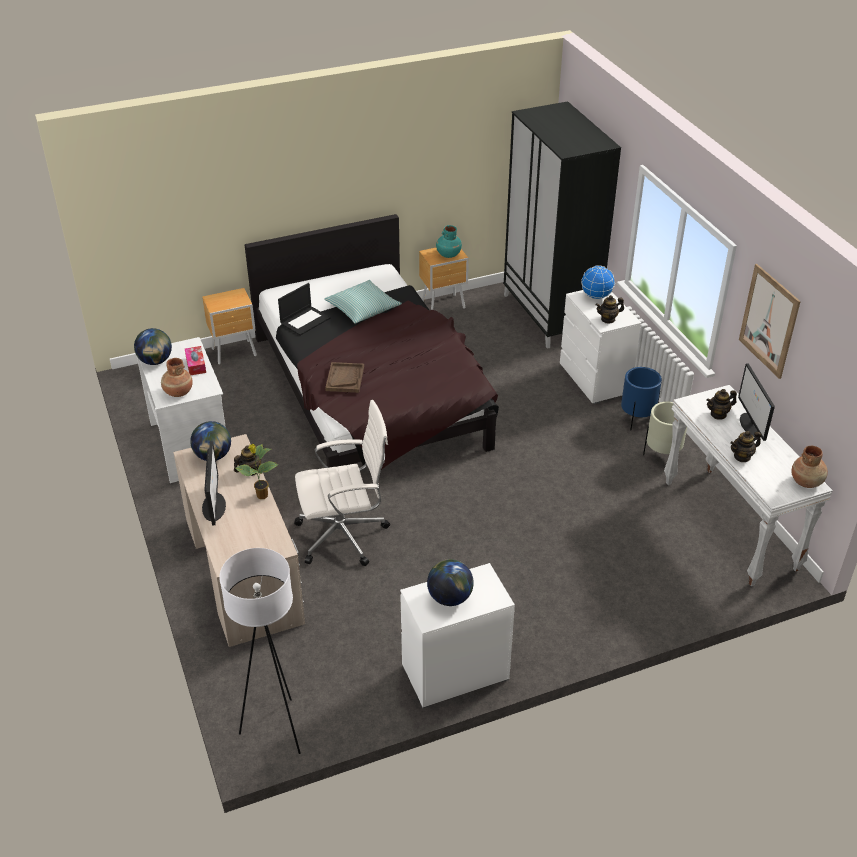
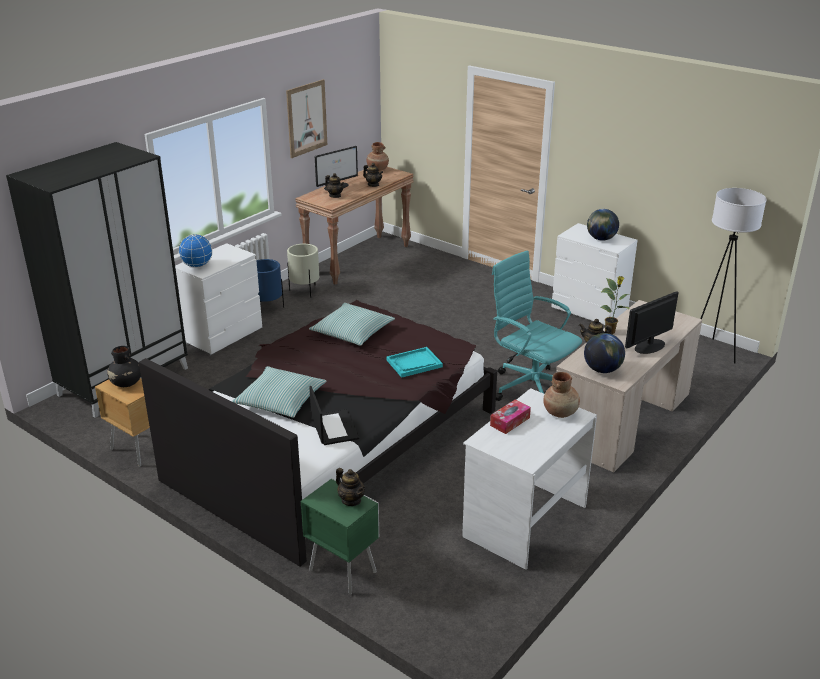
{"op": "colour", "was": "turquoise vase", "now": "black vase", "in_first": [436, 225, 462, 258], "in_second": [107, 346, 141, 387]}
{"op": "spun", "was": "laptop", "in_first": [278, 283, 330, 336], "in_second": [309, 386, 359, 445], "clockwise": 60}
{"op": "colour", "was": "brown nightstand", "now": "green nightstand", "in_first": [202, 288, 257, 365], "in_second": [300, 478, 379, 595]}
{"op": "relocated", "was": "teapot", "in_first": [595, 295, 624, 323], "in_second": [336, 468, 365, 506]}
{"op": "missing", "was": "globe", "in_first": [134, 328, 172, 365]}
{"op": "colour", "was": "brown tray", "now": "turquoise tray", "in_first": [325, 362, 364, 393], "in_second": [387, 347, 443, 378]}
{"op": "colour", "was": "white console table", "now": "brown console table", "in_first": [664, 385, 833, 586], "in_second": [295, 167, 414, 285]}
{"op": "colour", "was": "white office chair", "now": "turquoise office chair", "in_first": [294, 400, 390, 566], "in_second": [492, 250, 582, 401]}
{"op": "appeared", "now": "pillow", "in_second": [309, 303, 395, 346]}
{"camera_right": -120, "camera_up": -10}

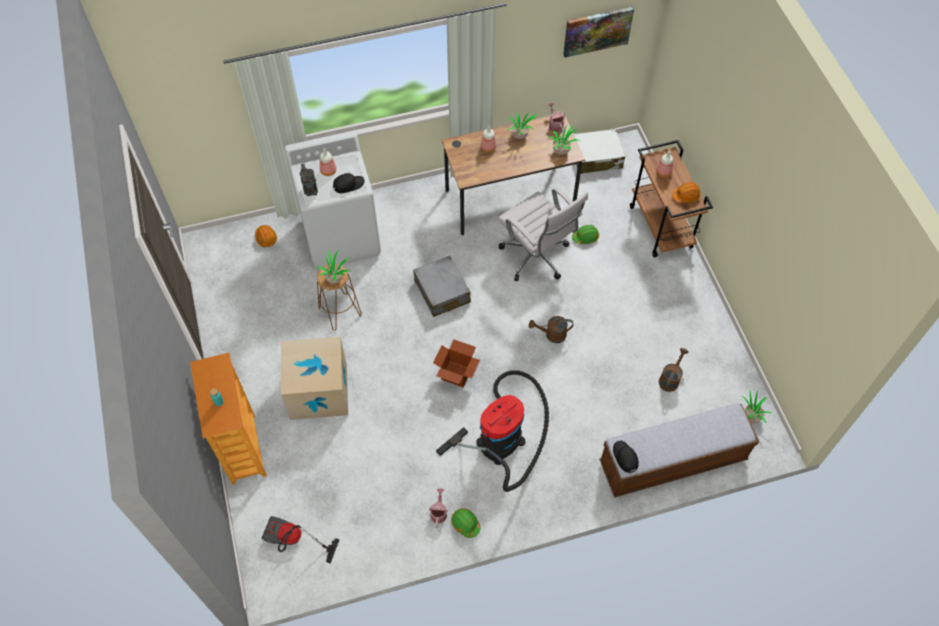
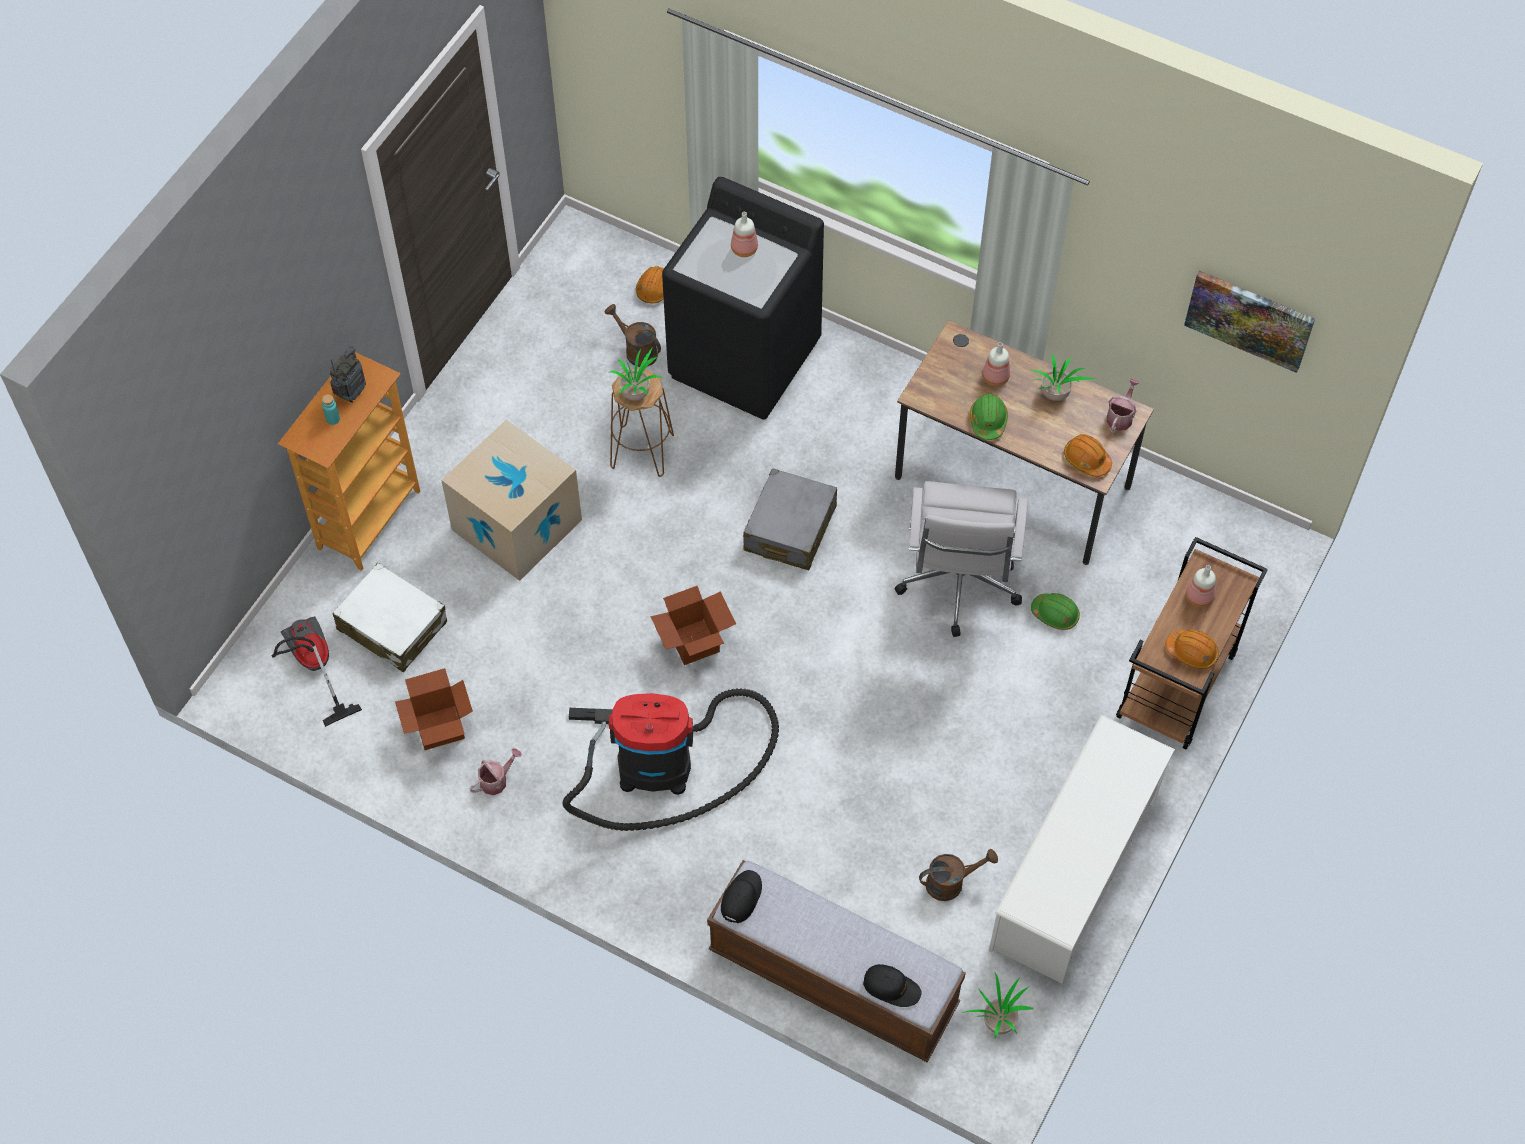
{"op": "exchanged", "was": "potted plant", "now": "orange hard hat", "in_first": [550, 125, 581, 155], "in_second": [1064, 434, 1112, 477]}
{"op": "relocated", "was": "white suitcase", "in_first": [574, 129, 625, 174], "in_second": [333, 563, 447, 672]}
{"op": "colour", "was": "white washing machine", "now": "black washing machine", "in_first": [284, 131, 381, 270], "in_second": [662, 177, 824, 420]}
{"op": "relocated", "was": "radio", "in_first": [300, 164, 318, 196], "in_second": [329, 346, 366, 403]}
{"op": "relocated", "was": "black cap", "in_first": [333, 173, 365, 193], "in_second": [863, 964, 922, 1007]}
{"op": "relocated", "was": "brown watering can", "in_first": [529, 316, 573, 343], "in_second": [605, 304, 661, 367]}
{"op": "relocated", "was": "green hard hat", "in_first": [451, 508, 481, 538], "in_second": [970, 394, 1008, 440]}
{"op": "appeared", "now": "cardboard box", "in_second": [395, 668, 473, 750]}
{"op": "appeared", "now": "white shoe rack", "in_second": [989, 715, 1175, 983]}
{"camera_right": 45, "camera_up": 0}

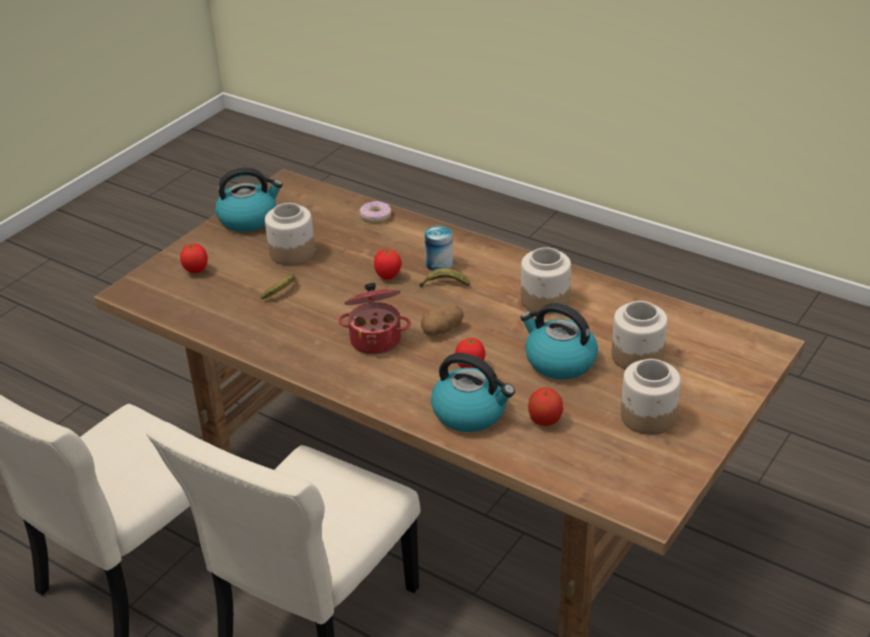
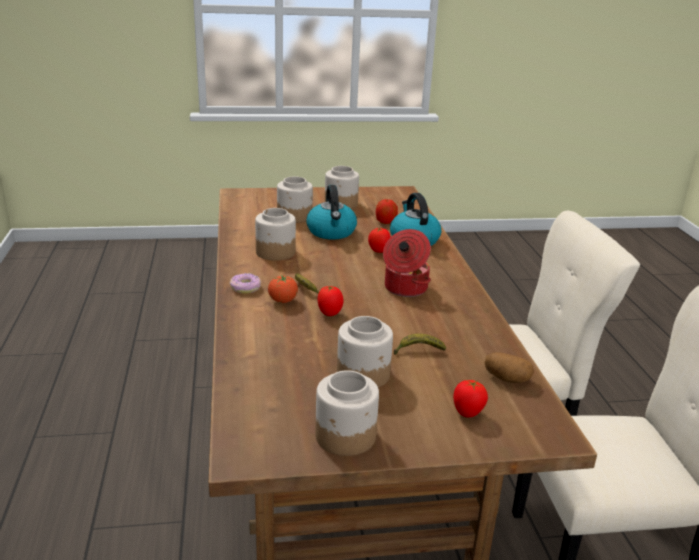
{"op": "exchanged", "was": "kettle", "now": "jar", "in_first": [215, 167, 283, 232], "in_second": [315, 370, 379, 456]}
{"op": "relocated", "was": "donut", "in_first": [360, 201, 392, 223], "in_second": [230, 273, 261, 294]}
{"op": "exchanged", "was": "can", "now": "tomato", "in_first": [424, 226, 453, 271], "in_second": [268, 275, 298, 303]}
{"op": "relocated", "was": "potato", "in_first": [421, 304, 463, 335], "in_second": [484, 352, 534, 383]}
{"camera_right": -135, "camera_up": -10}

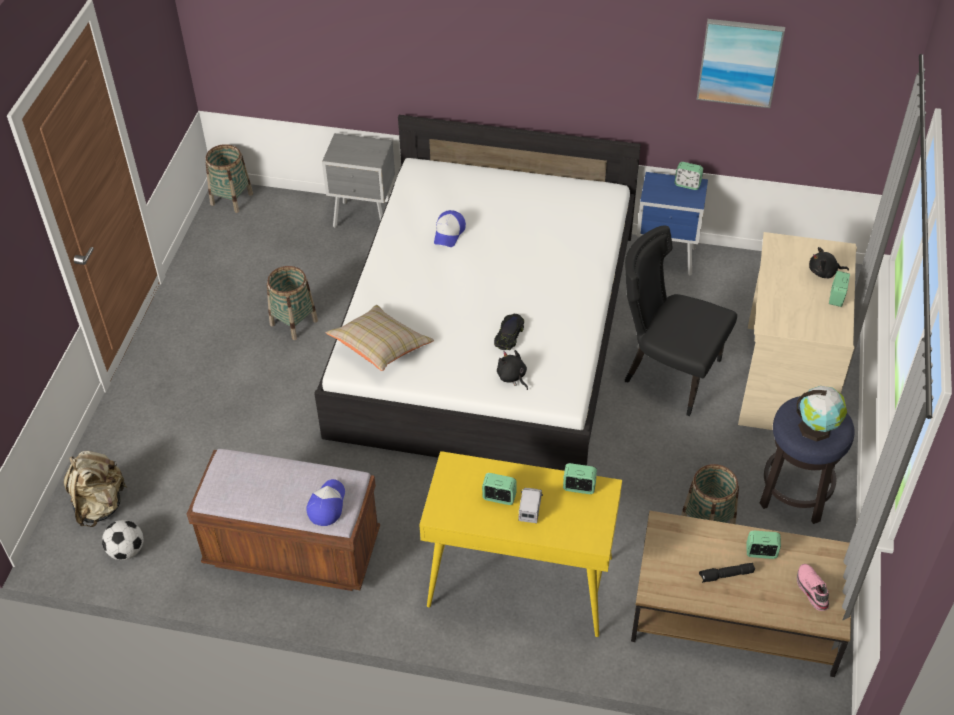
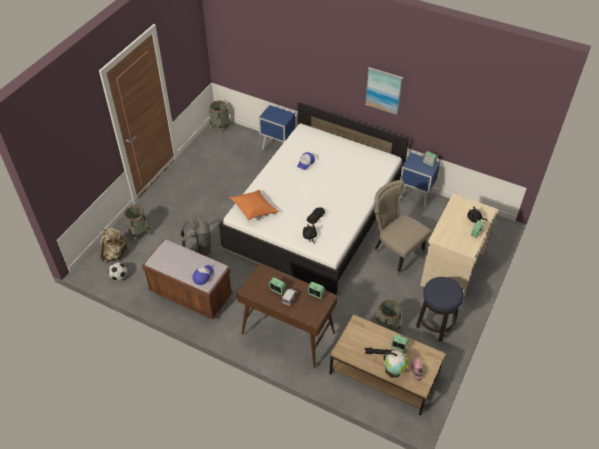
{"op": "relocated", "was": "picture", "in_first": [696, 19, 785, 108], "in_second": [365, 67, 403, 115]}
{"op": "colour", "was": "grey nightstand", "now": "blue nightstand", "in_first": [322, 133, 395, 228], "in_second": [259, 105, 295, 150]}
{"op": "colour", "was": "black chair", "now": "beige chair", "in_first": [625, 225, 737, 416], "in_second": [373, 180, 432, 276]}
{"op": "relocated", "was": "basket", "in_first": [267, 266, 318, 340], "in_second": [124, 205, 151, 242]}
{"op": "colour", "was": "beige pillow", "now": "orange pillow", "in_first": [326, 305, 434, 371], "in_second": [229, 190, 279, 221]}
{"op": "relocated", "was": "globe", "in_first": [797, 386, 847, 442], "in_second": [384, 350, 408, 378]}
{"op": "colour", "was": "yellow console table", "now": "brown console table", "in_first": [419, 451, 622, 637], "in_second": [237, 263, 338, 368]}
{"op": "appeared", "now": "grey backpack", "in_second": [181, 216, 211, 256]}
{"camera_right": 15, "camera_up": 0}

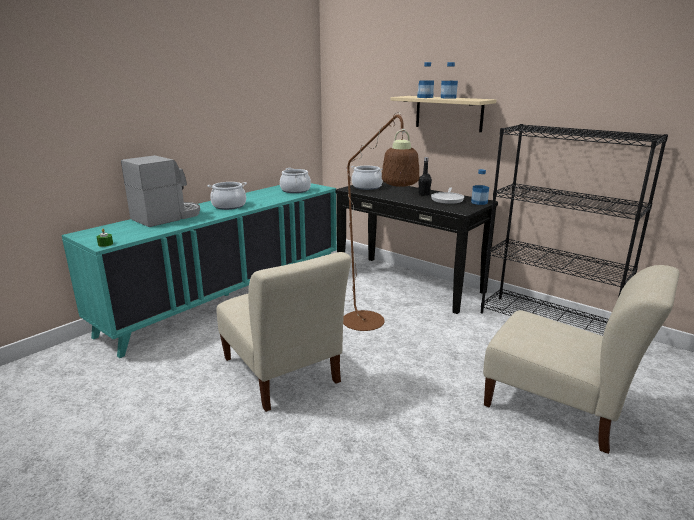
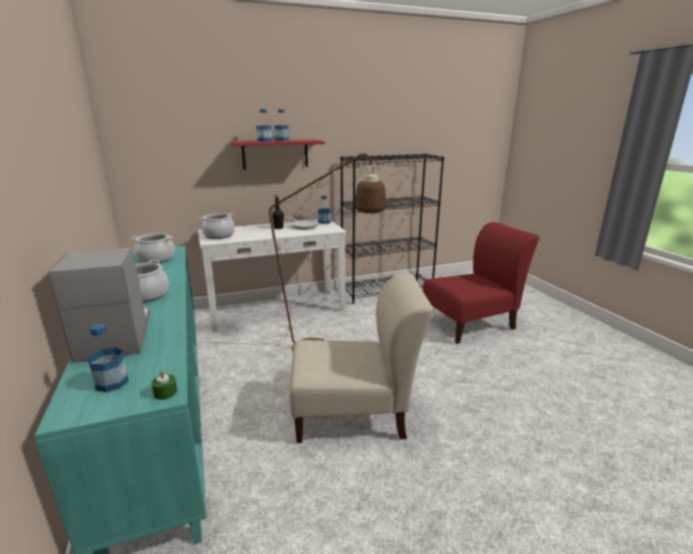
{"op": "colour", "was": "beige shelf", "now": "red shelf", "in_first": [390, 96, 497, 132], "in_second": [230, 139, 325, 169]}
{"op": "colour", "was": "black console table", "now": "white console table", "in_first": [335, 182, 498, 314], "in_second": [198, 220, 347, 332]}
{"op": "colour", "was": "beige chair", "now": "red chair", "in_first": [483, 265, 680, 454], "in_second": [423, 222, 539, 344]}
{"op": "appeared", "now": "bottle", "in_second": [88, 323, 129, 392]}
{"camera_right": -60, "camera_up": 0}

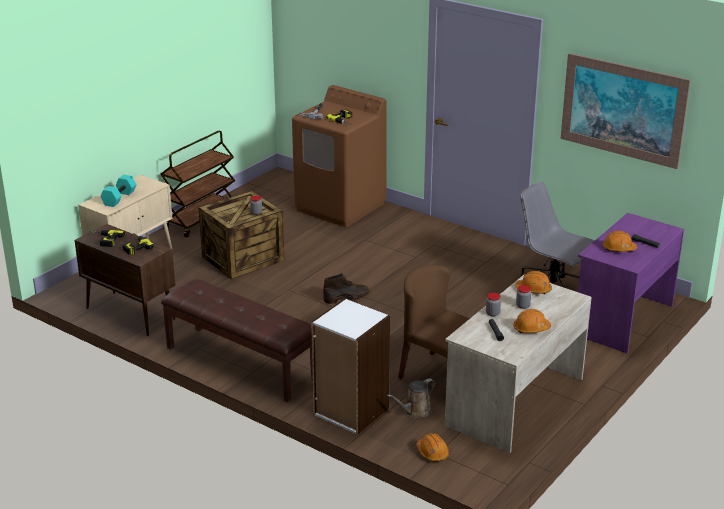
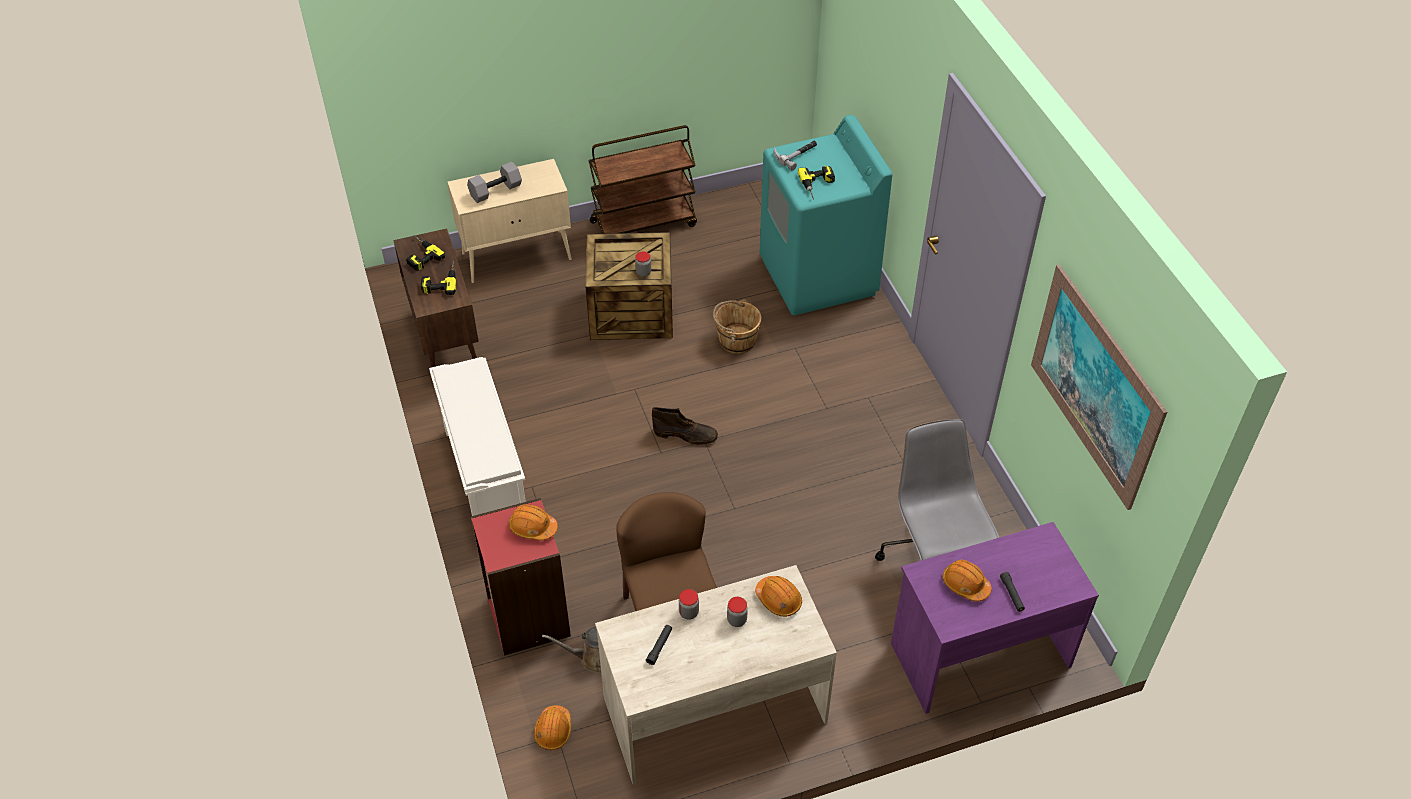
{"op": "colour", "was": "brown washing machine", "now": "turquoise washing machine", "in_first": [292, 85, 387, 227], "in_second": [760, 115, 892, 315]}
{"op": "colour", "was": "turquoise dumbbell", "now": "grey dumbbell", "in_first": [100, 175, 137, 207], "in_second": [467, 162, 522, 203]}
{"op": "exchanged", "was": "brown bench", "now": "white shoe rack", "in_first": [161, 279, 313, 402], "in_second": [429, 357, 526, 516]}
{"op": "colour", "was": "white bookcase", "now": "red bookcase", "in_first": [311, 298, 390, 435], "in_second": [471, 498, 571, 656]}
{"op": "relocated", "was": "orange hard hat", "in_first": [513, 309, 551, 333], "in_second": [509, 504, 558, 540]}
{"op": "appeared", "now": "brown bucket", "in_second": [713, 299, 761, 354]}
{"camera_right": 35, "camera_up": 20}

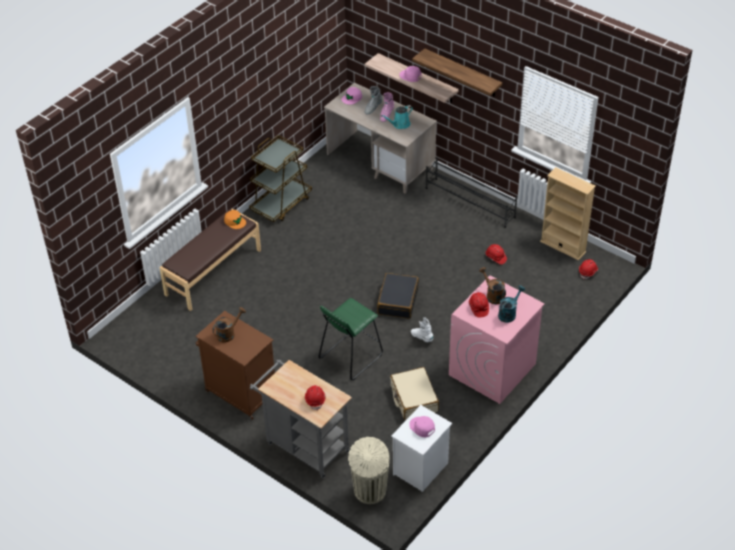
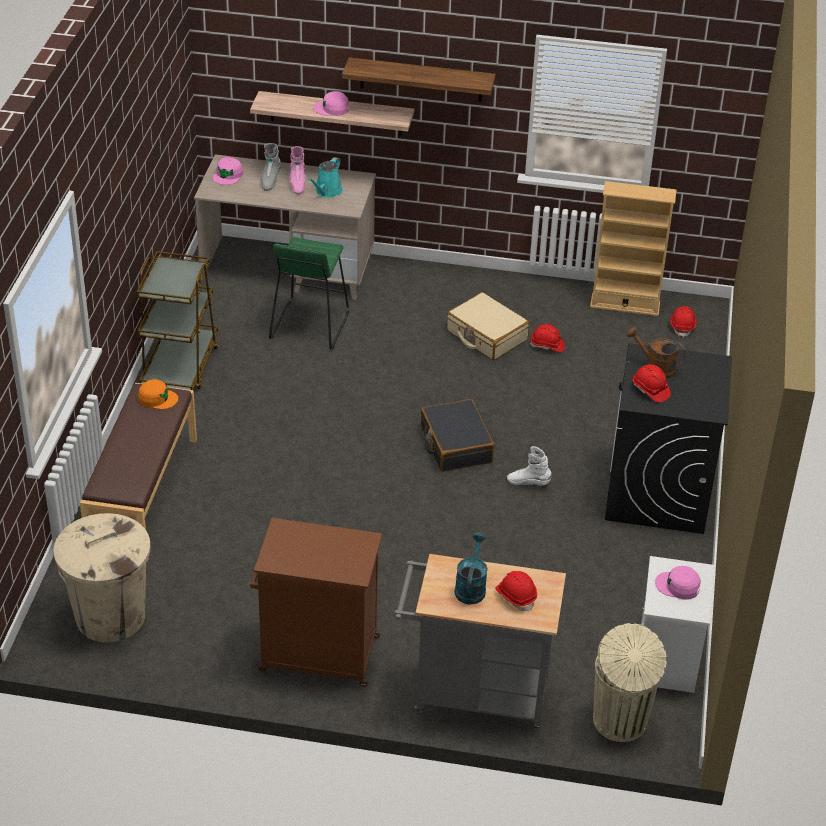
{"op": "missing", "was": "black shoe rack", "in_first": [426, 157, 517, 228]}
{"op": "colour", "was": "pink washing machine", "now": "black washing machine", "in_first": [449, 276, 545, 404], "in_second": [605, 343, 732, 534]}
{"op": "relocated", "was": "turquoise watering can", "in_first": [498, 285, 525, 323], "in_second": [454, 533, 488, 605]}
{"op": "relocated", "was": "green stool", "in_first": [318, 298, 383, 380], "in_second": [269, 237, 349, 350]}
{"op": "missing", "was": "brown watering can", "in_first": [212, 307, 246, 343]}
{"op": "relocated", "was": "beige suitcase", "in_first": [390, 367, 439, 420], "in_second": [447, 292, 529, 360]}
{"op": "appeared", "now": "beige trash can", "in_second": [53, 513, 151, 643]}
{"camera_right": -30, "camera_up": -5}

